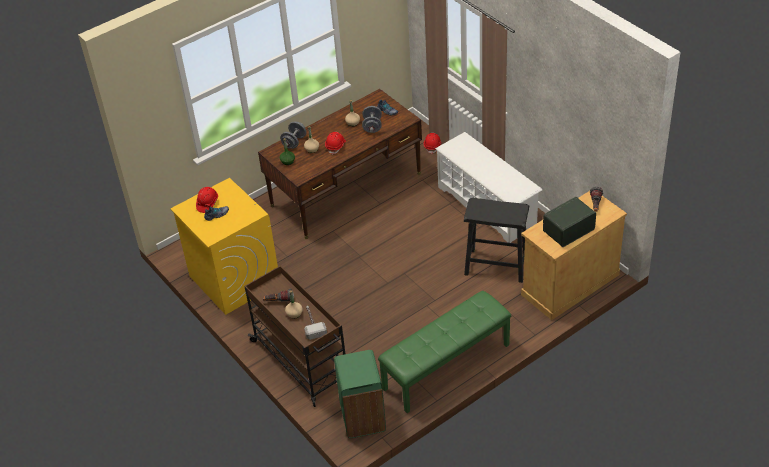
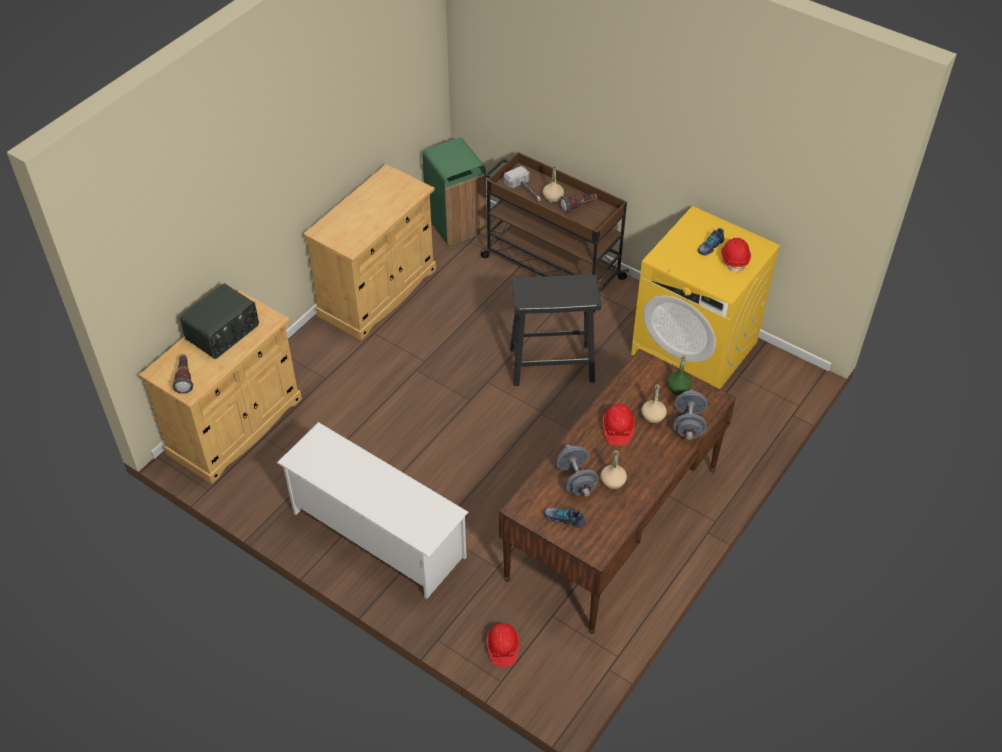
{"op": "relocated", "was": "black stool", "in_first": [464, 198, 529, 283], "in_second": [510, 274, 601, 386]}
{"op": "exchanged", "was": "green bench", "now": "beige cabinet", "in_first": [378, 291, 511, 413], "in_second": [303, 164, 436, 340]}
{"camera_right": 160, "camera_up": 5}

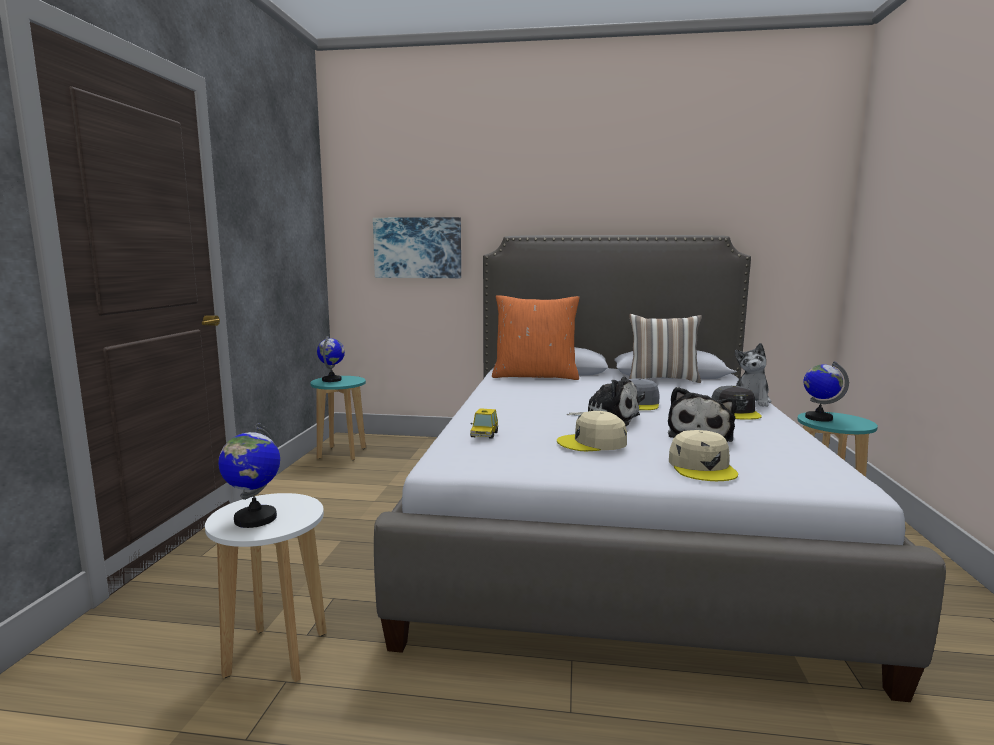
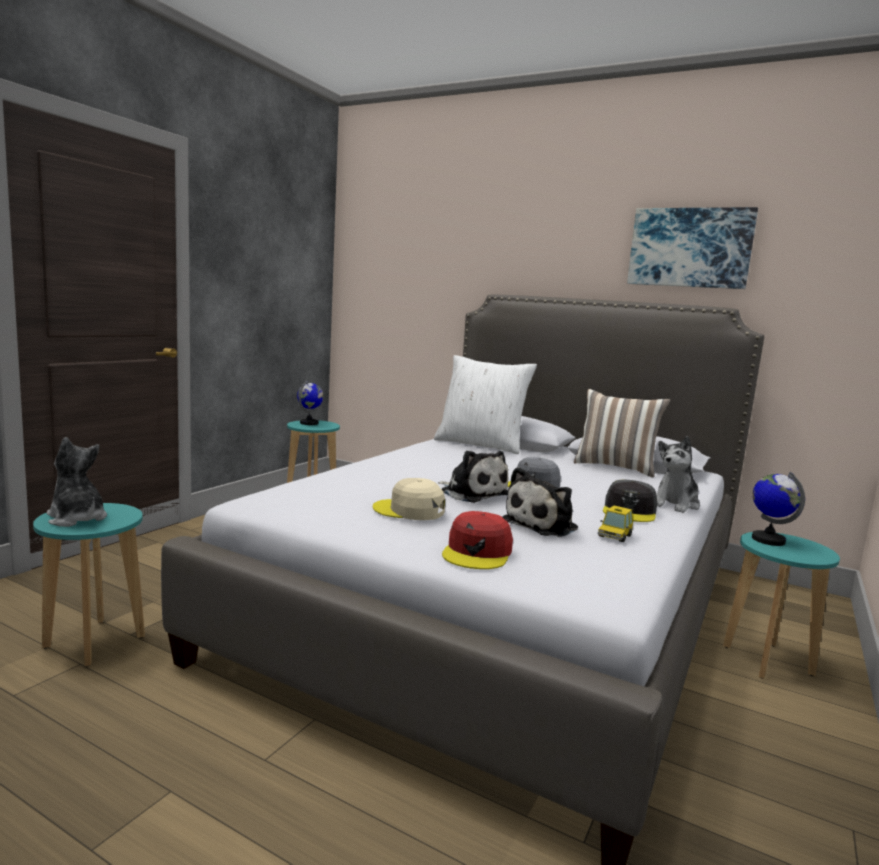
{"op": "relocated", "was": "picture", "in_first": [373, 217, 461, 278], "in_second": [627, 207, 758, 289]}
{"op": "colour", "was": "orange pillow", "now": "white pillow", "in_first": [492, 295, 579, 380], "in_second": [434, 355, 537, 454]}
{"op": "relocated", "was": "toy car", "in_first": [470, 408, 498, 439], "in_second": [598, 505, 633, 542]}
{"op": "exchanged", "was": "globe", "now": "plush toy", "in_first": [218, 423, 280, 528], "in_second": [47, 437, 107, 527]}
{"op": "colour", "was": "beige cap", "now": "red cap", "in_first": [669, 430, 738, 481], "in_second": [442, 511, 513, 569]}
{"op": "colour", "was": "white stool", "now": "turquoise stool", "in_first": [205, 493, 327, 682], "in_second": [33, 503, 145, 666]}
{"camera_right": 20, "camera_up": 0}

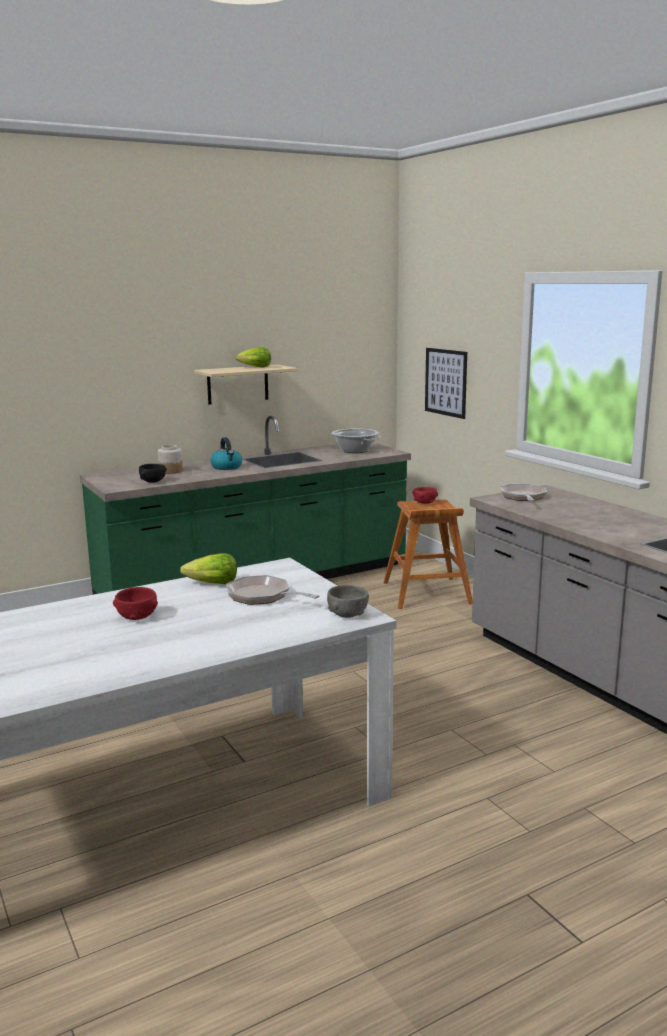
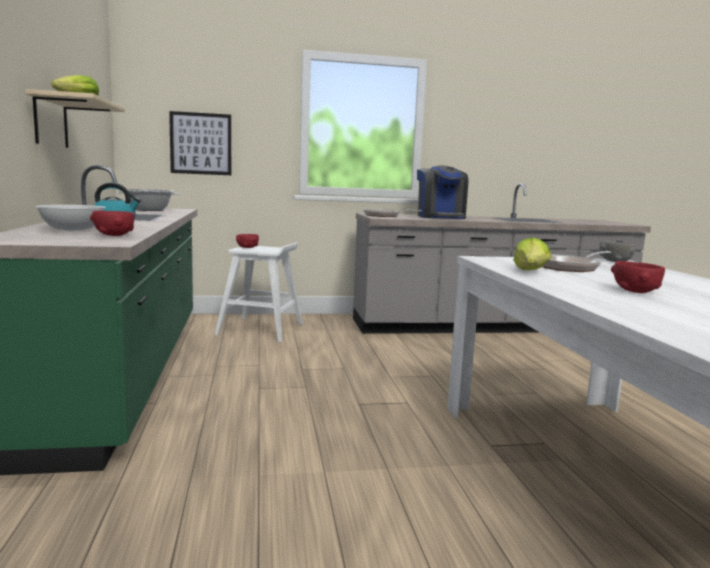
{"op": "exchanged", "was": "jar", "now": "white bowl", "in_first": [158, 445, 183, 474], "in_second": [35, 205, 106, 230]}
{"op": "colour", "was": "black bowl", "now": "red bowl", "in_first": [139, 464, 167, 483], "in_second": [90, 211, 135, 236]}
{"op": "colour", "was": "brown stool", "now": "white stool", "in_first": [383, 499, 473, 609], "in_second": [215, 243, 303, 342]}
{"op": "appeared", "now": "coffee machine", "in_second": [417, 165, 468, 219]}
{"camera_right": -70, "camera_up": -5}

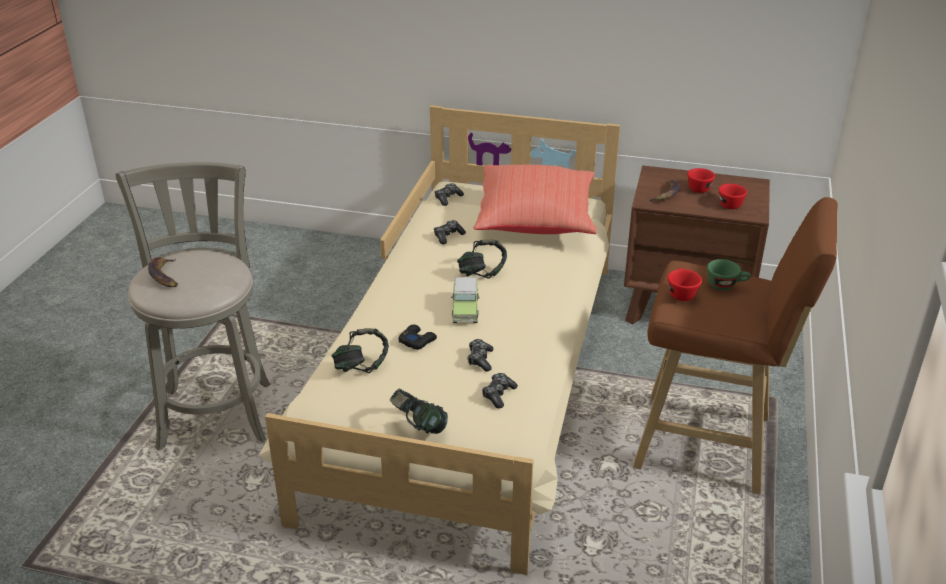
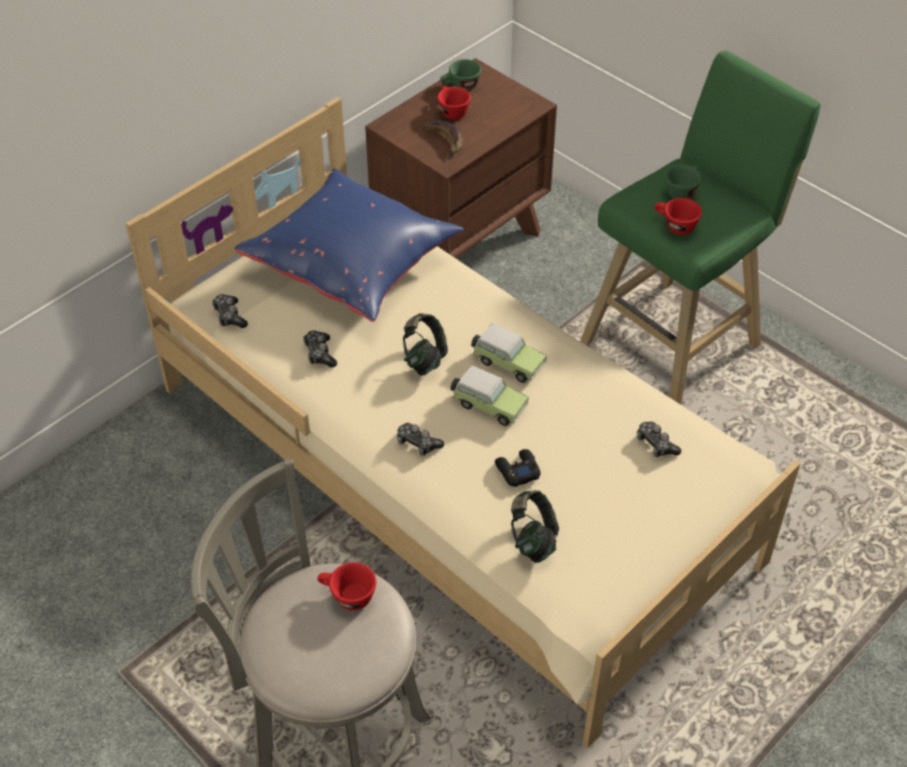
{"op": "colour", "was": "red pillow", "now": "blue pillow", "in_first": [473, 165, 597, 234], "in_second": [234, 168, 464, 322]}
{"op": "relocated", "was": "red cup", "in_first": [719, 184, 747, 209], "in_second": [317, 562, 376, 611]}
{"op": "colour", "was": "brown stool", "now": "green stool", "in_first": [633, 197, 838, 495], "in_second": [580, 51, 821, 404]}
{"op": "missing", "was": "banana", "in_first": [148, 257, 178, 287]}
{"op": "relocated", "was": "game controller", "in_first": [467, 339, 493, 371], "in_second": [397, 423, 444, 456]}
{"op": "missing", "was": "headphones", "in_first": [390, 388, 448, 434]}
{"op": "appeared", "now": "green cup", "in_second": [440, 59, 482, 91]}
{"op": "appeared", "now": "toy car", "in_second": [471, 323, 547, 383]}
{"camera_right": -60, "camera_up": 15}

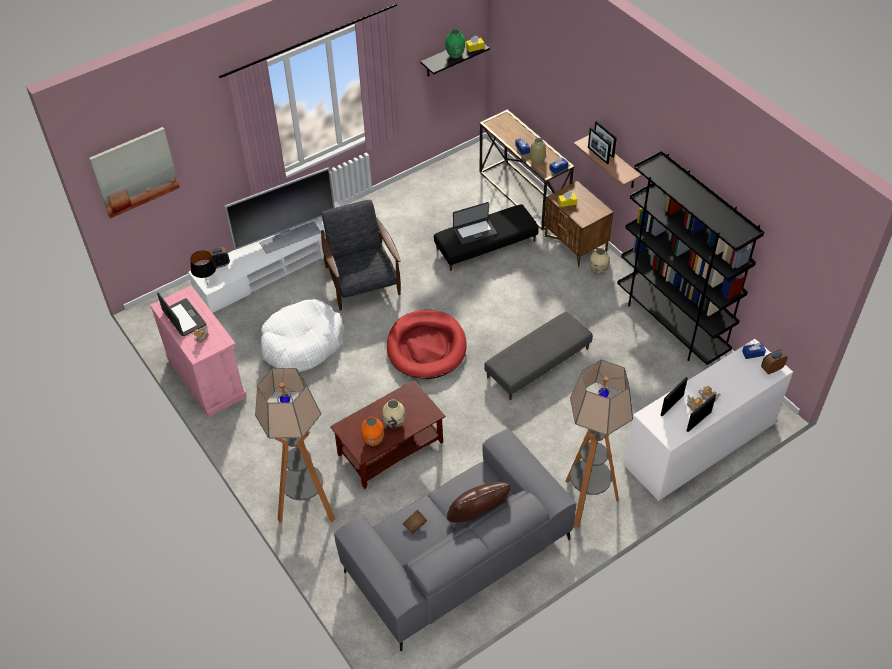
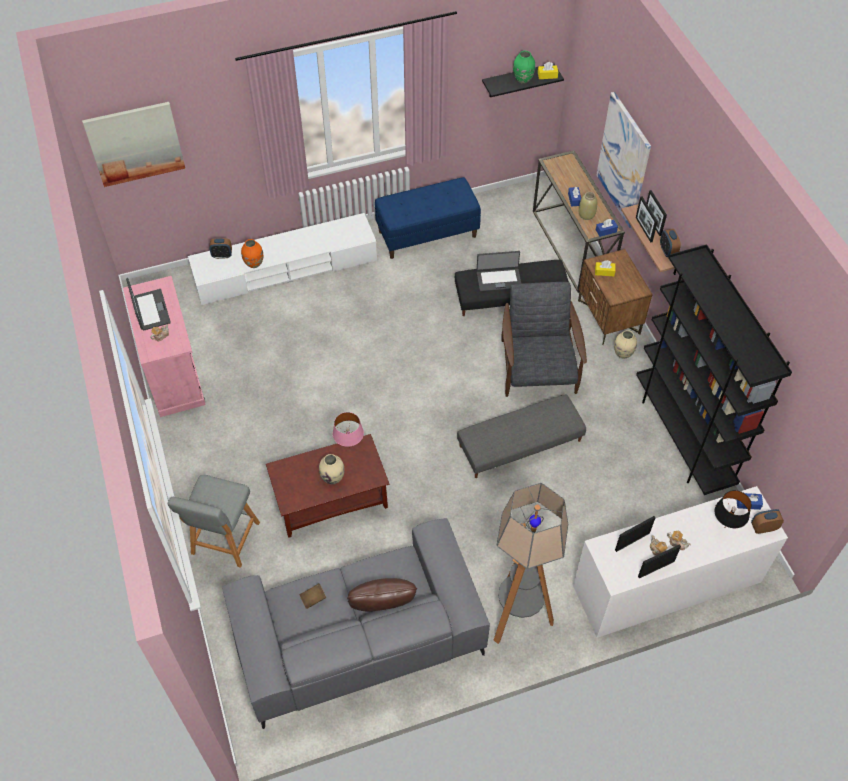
{"op": "missing", "was": "television", "in_first": [225, 167, 335, 254]}
{"op": "relocated", "was": "grey armchair", "in_first": [321, 200, 401, 311], "in_second": [501, 282, 587, 397]}
{"op": "relocated", "was": "black table lamp", "in_first": [190, 250, 216, 284], "in_second": [715, 490, 752, 528]}
{"op": "missing", "was": "white dog bed", "in_first": [261, 299, 344, 372]}
{"op": "missing", "was": "red dog bed", "in_first": [387, 310, 467, 379]}
{"op": "exchanged", "was": "floor lamp", "now": "grey stool", "in_first": [255, 368, 335, 523], "in_second": [168, 475, 260, 568]}
{"op": "relocated", "was": "orange vase", "in_first": [361, 417, 384, 446], "in_second": [241, 239, 263, 268]}
{"op": "appeared", "now": "picture", "in_second": [596, 92, 651, 228]}
{"op": "appeared", "now": "blue bench", "in_second": [375, 177, 481, 259]}
{"op": "appeared", "now": "alarm clock", "in_second": [660, 229, 681, 257]}
{"op": "appeared", "now": "pink table lamp", "in_second": [333, 412, 364, 447]}
{"camera_right": 15, "camera_up": 5}

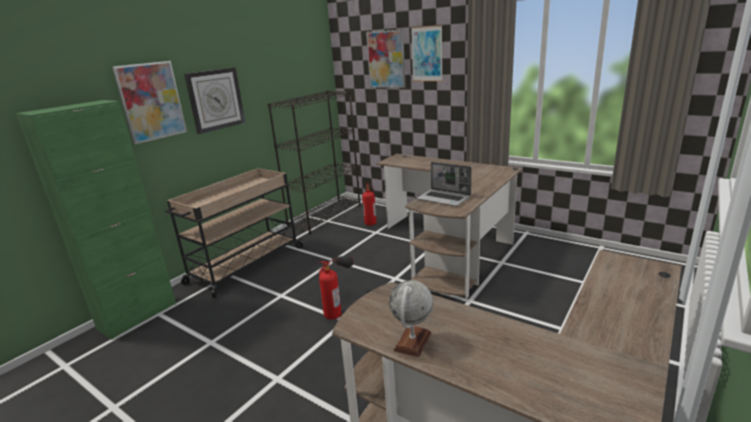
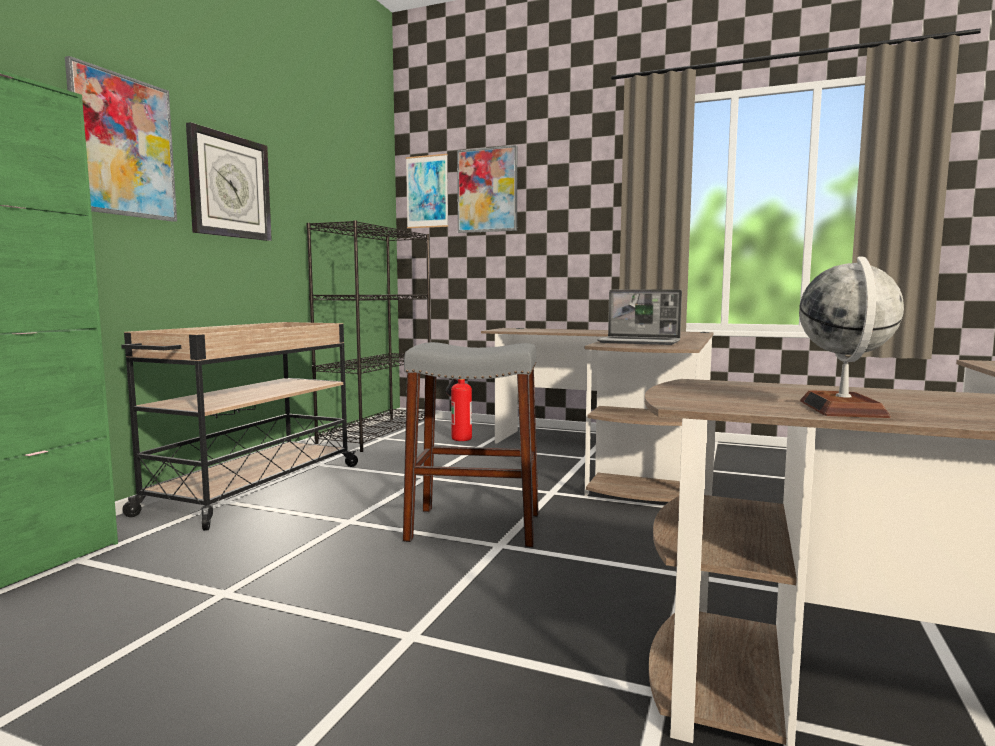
{"op": "relocated", "was": "picture", "in_first": [411, 25, 443, 81], "in_second": [406, 154, 448, 228]}
{"op": "exchanged", "was": "fire extinguisher", "now": "grey stool", "in_first": [318, 255, 354, 320], "in_second": [403, 342, 539, 548]}
{"camera_right": -15, "camera_up": -15}

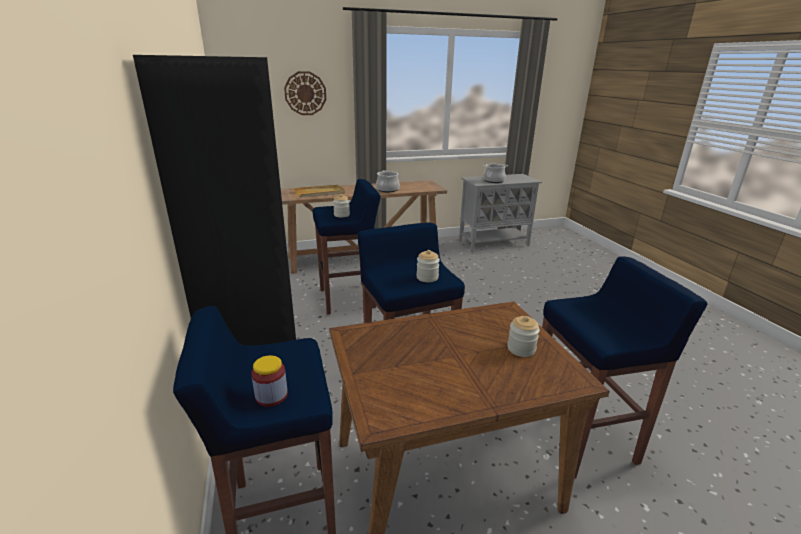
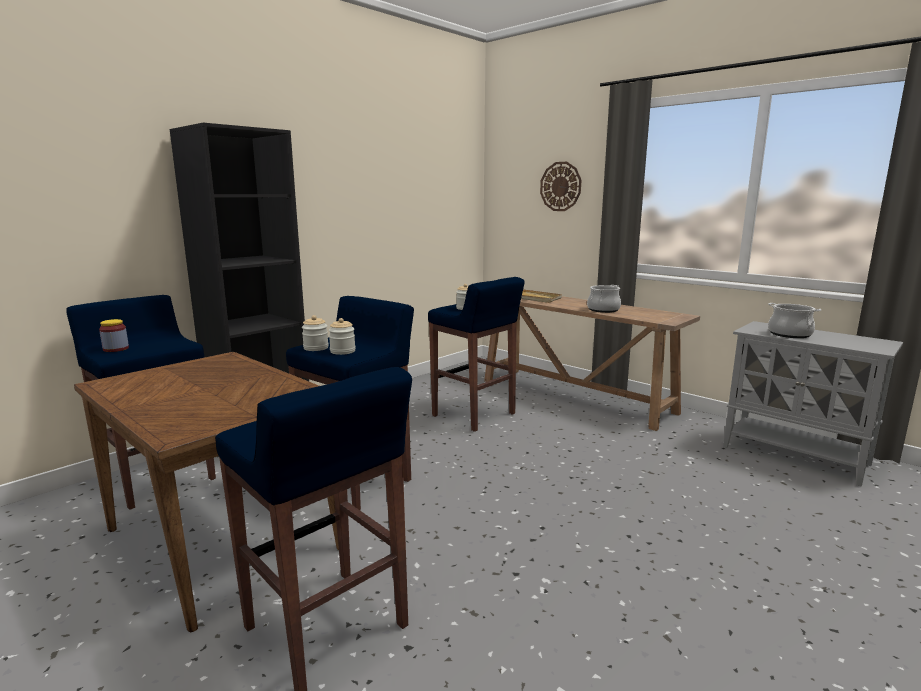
{"op": "relocated", "was": "jar", "in_first": [507, 316, 540, 357], "in_second": [302, 315, 329, 351]}
{"camera_right": 60, "camera_up": -10}

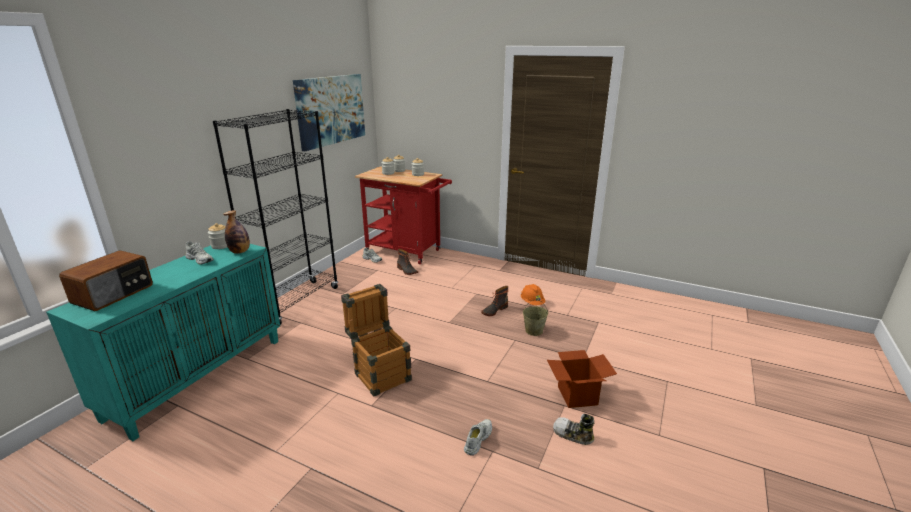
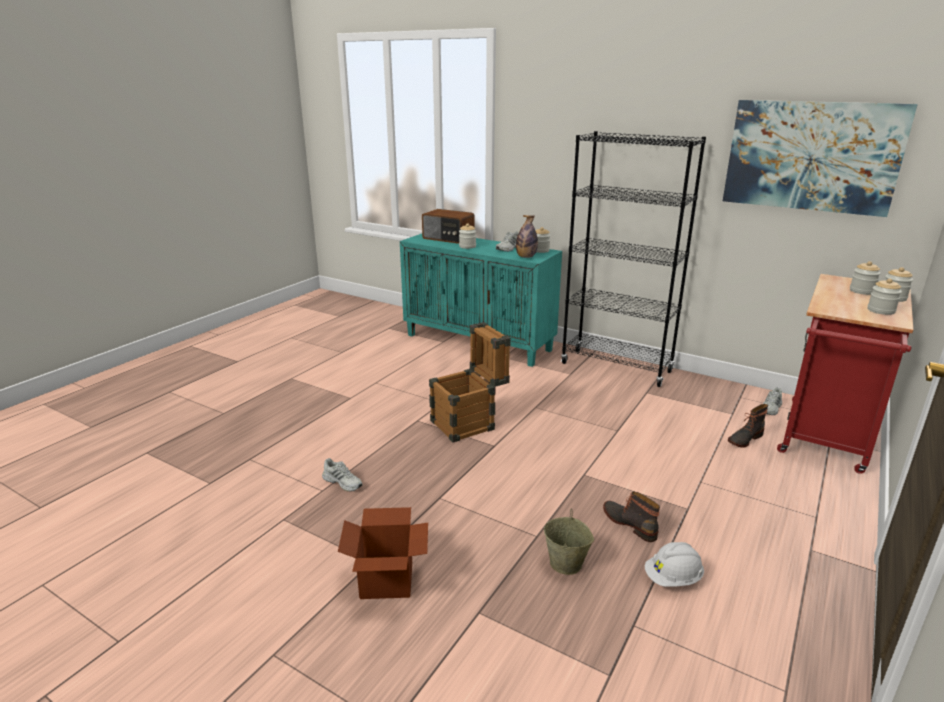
{"op": "colour", "was": "orange hard hat", "now": "white hard hat", "in_first": [521, 284, 545, 305], "in_second": [645, 542, 704, 587]}
{"op": "missing", "was": "shoe", "in_first": [553, 414, 594, 445]}
{"op": "appeared", "now": "jar", "in_second": [459, 223, 476, 249]}
{"camera_right": 95, "camera_up": 0}

